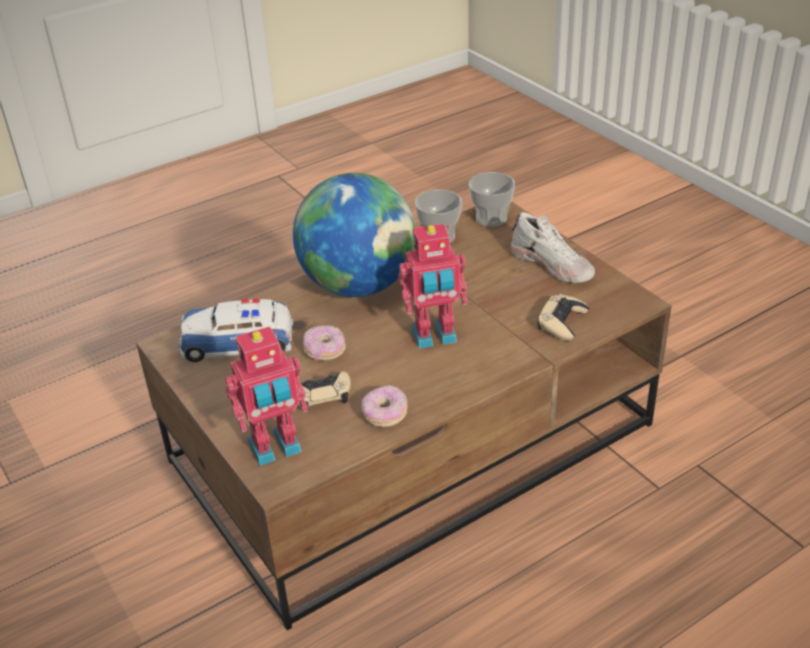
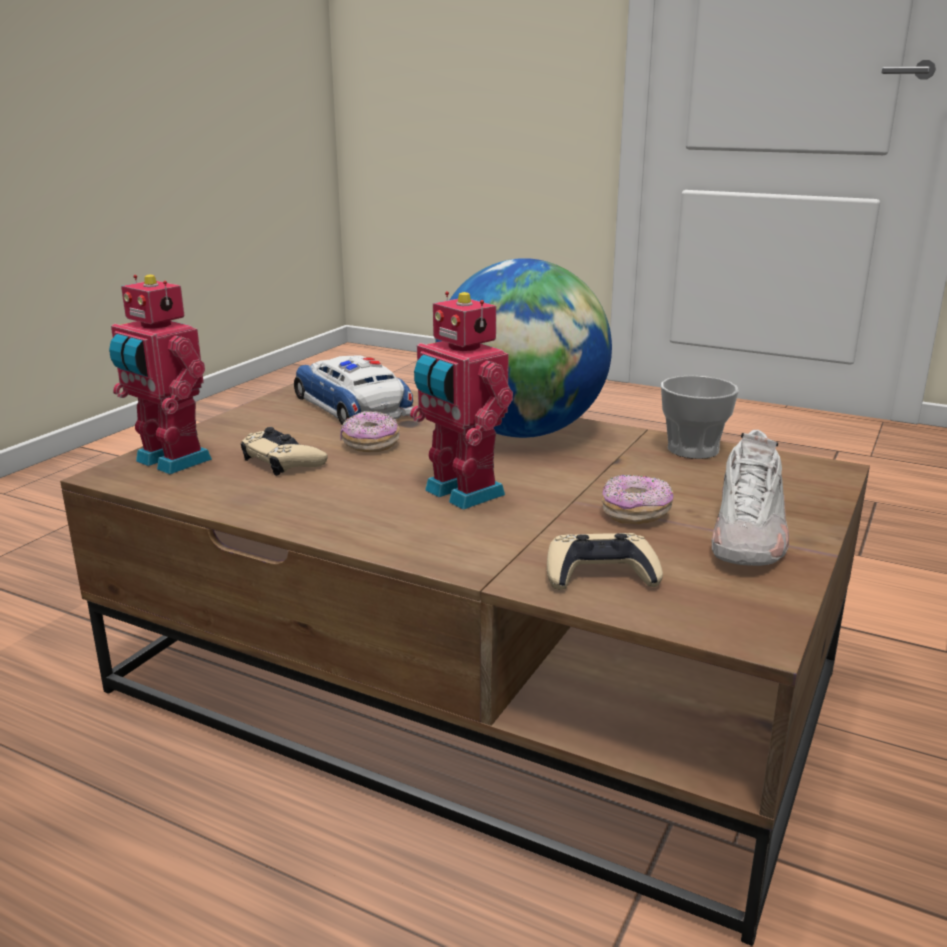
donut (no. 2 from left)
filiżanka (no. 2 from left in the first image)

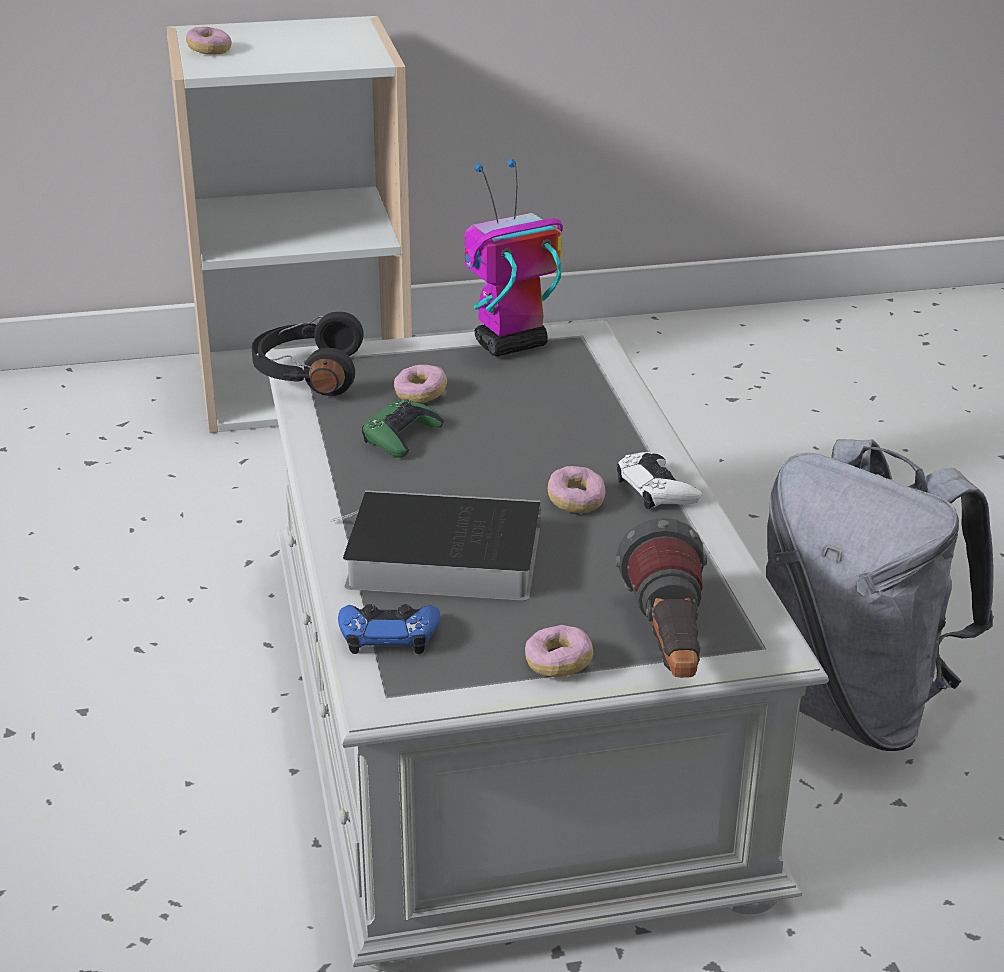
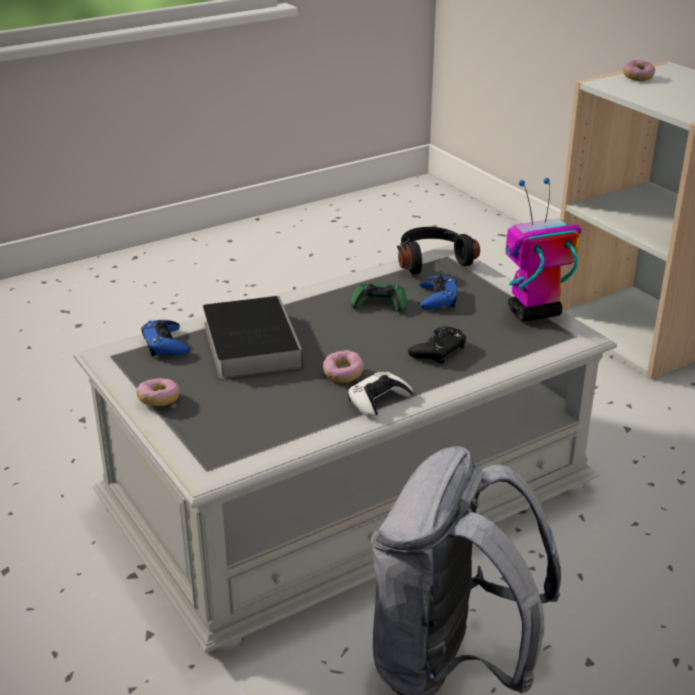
pad do gier (niebieski) (no. 2 from left)
robot zabawkowy
latarka
pad do gier (czarny)

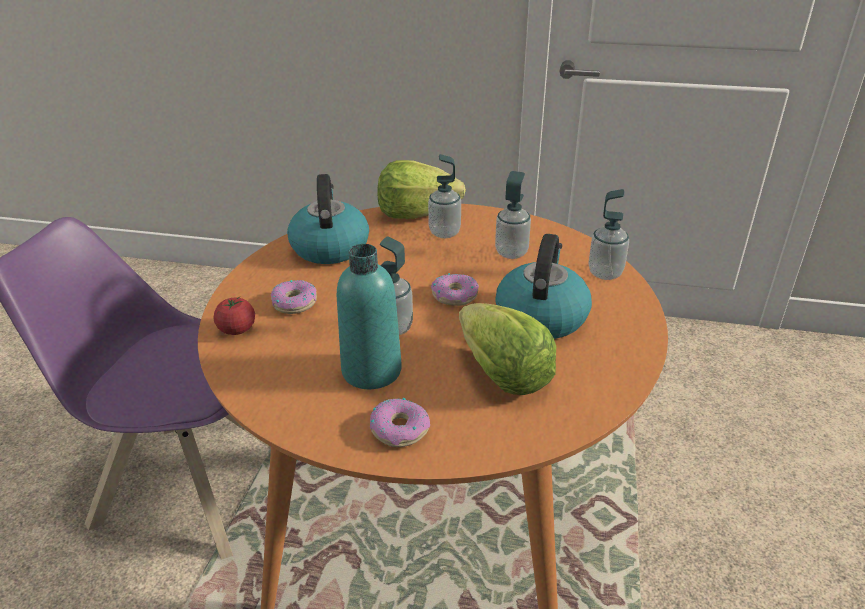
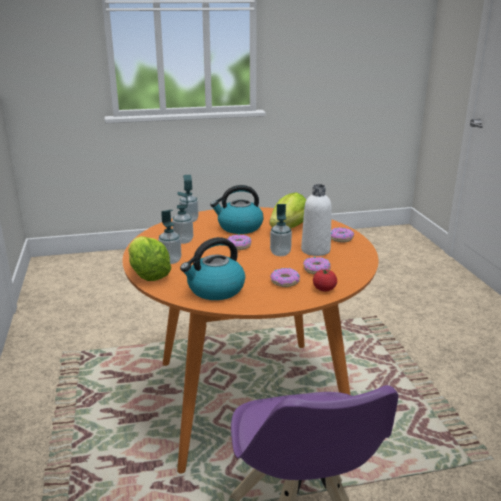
butelka (biały)
donut (no. 3 from left)

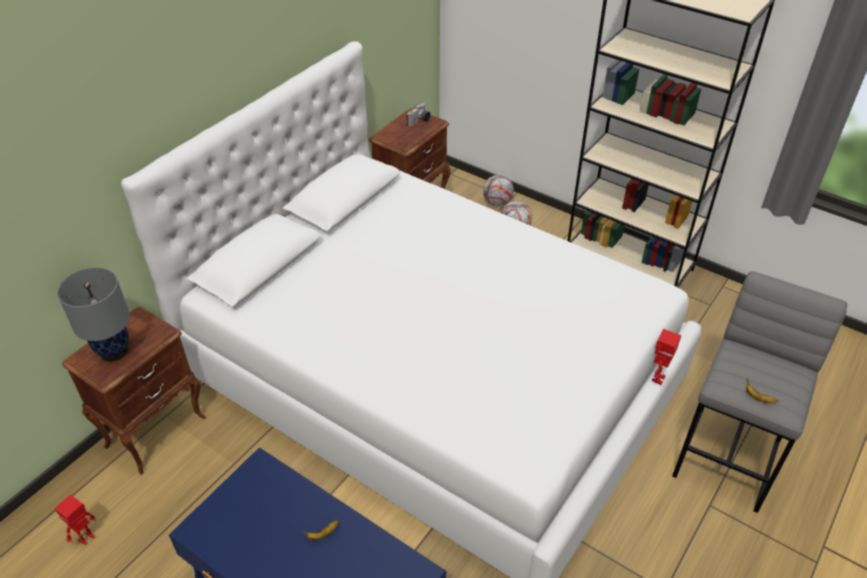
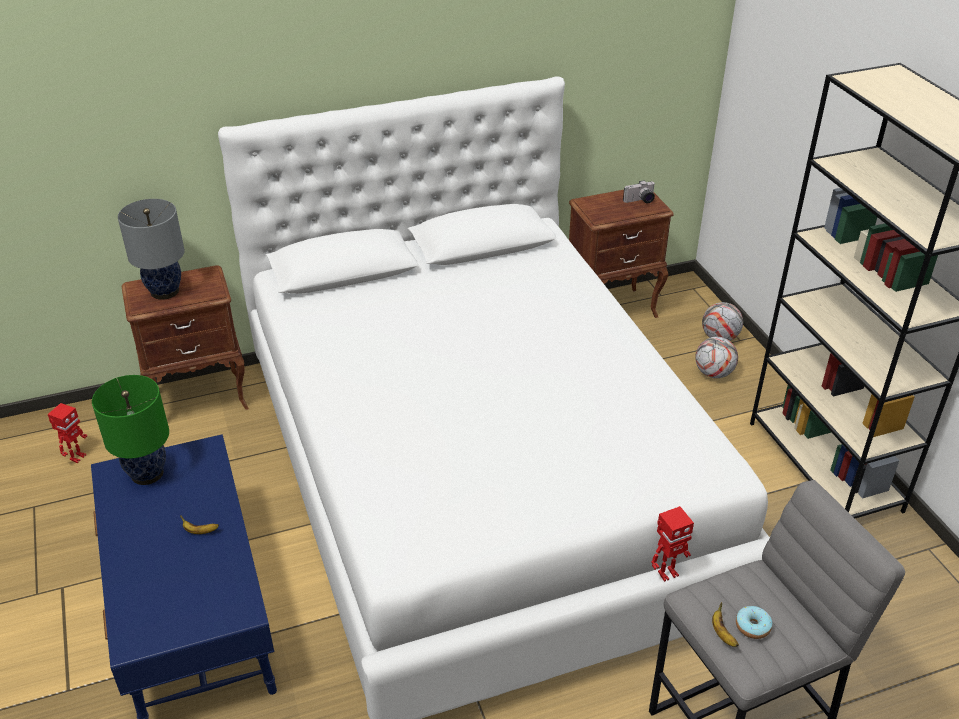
robot zabawkowy (no. 1 from left)
lampa stołowa (zielony)
donut

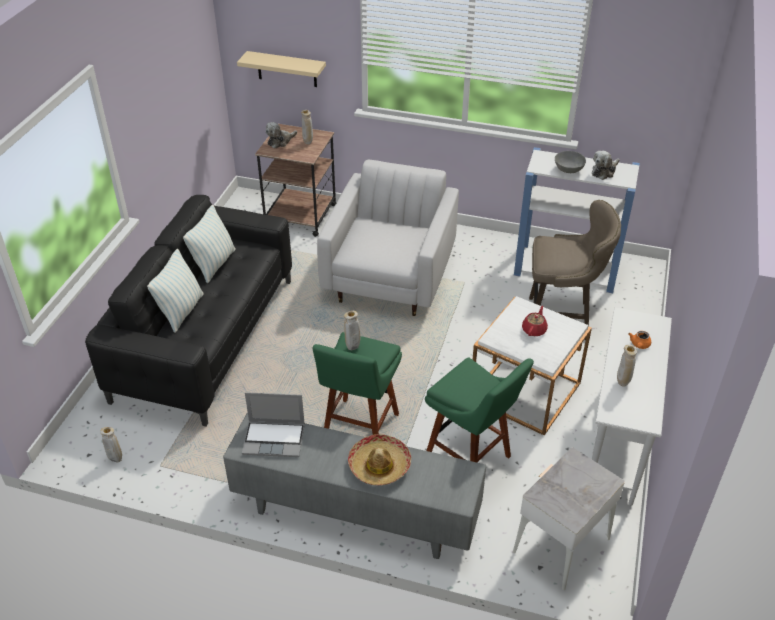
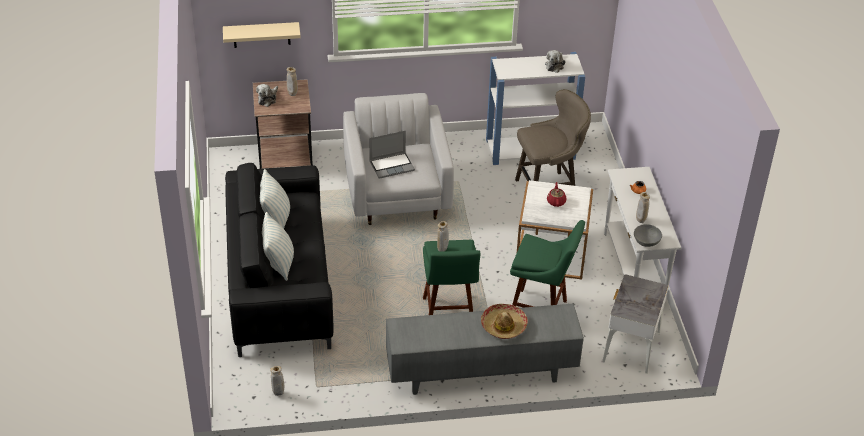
laptop
miska (szary)

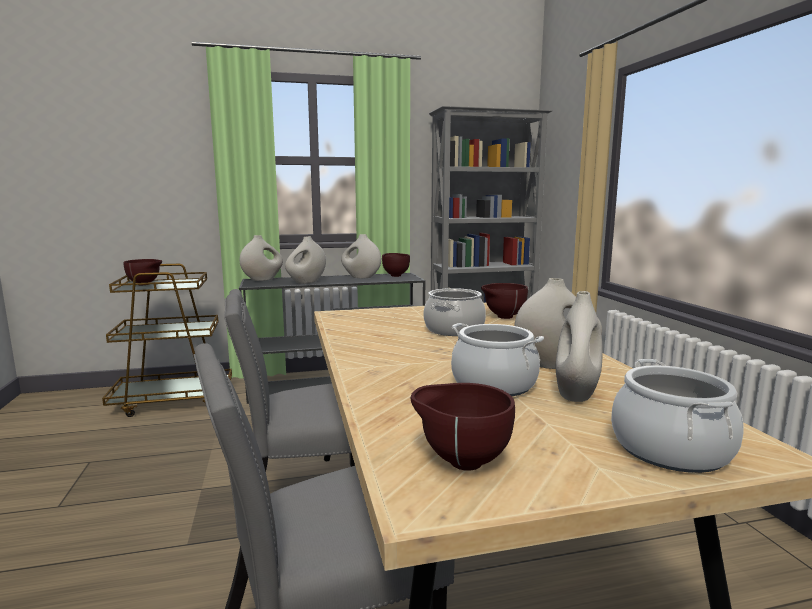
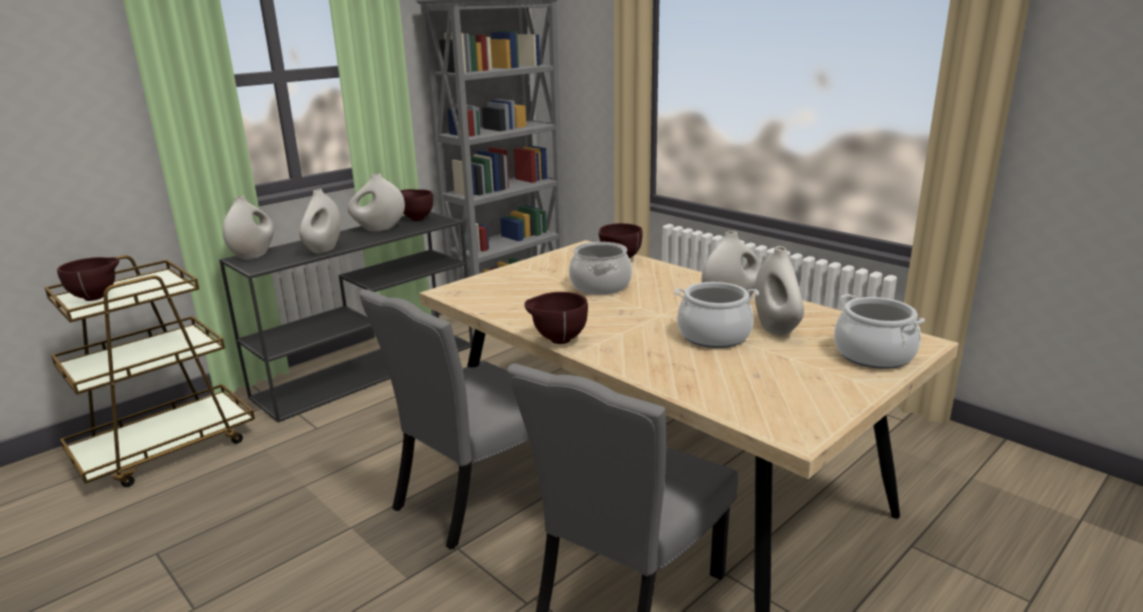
miska (brązowy) (no. 3 from left)

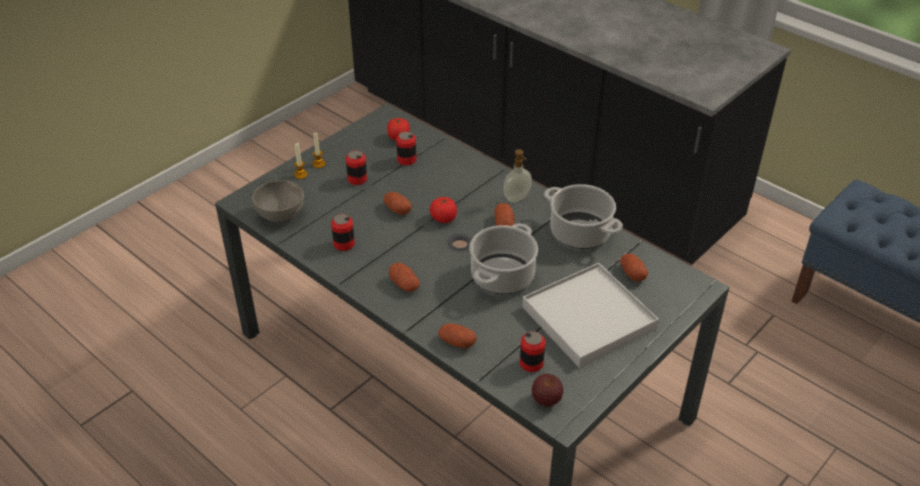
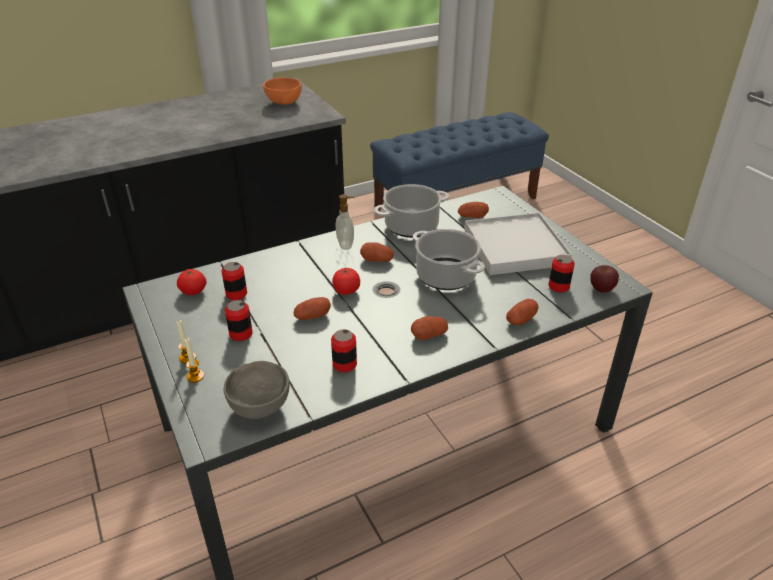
miska (pomarańczowy)

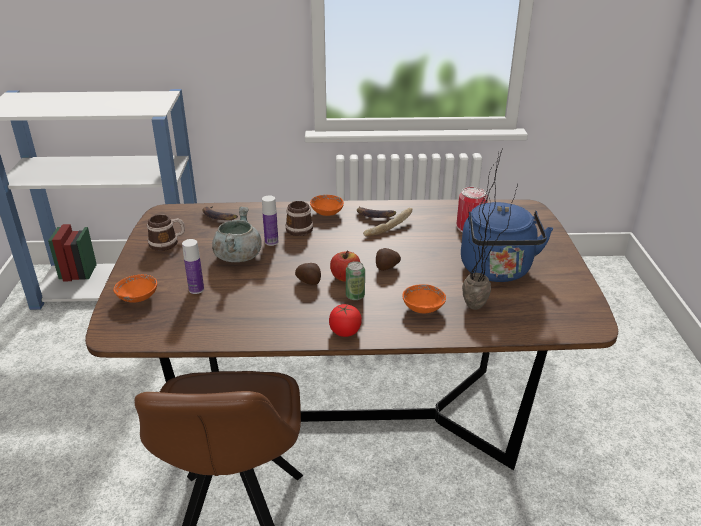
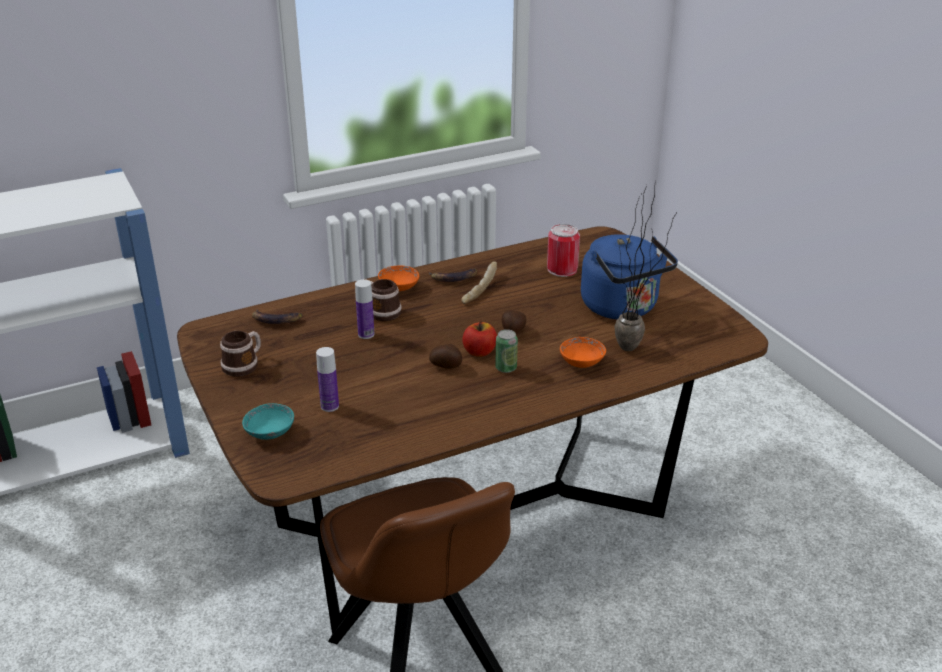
miska (turkusowy)
garnek (szary)
pomidor

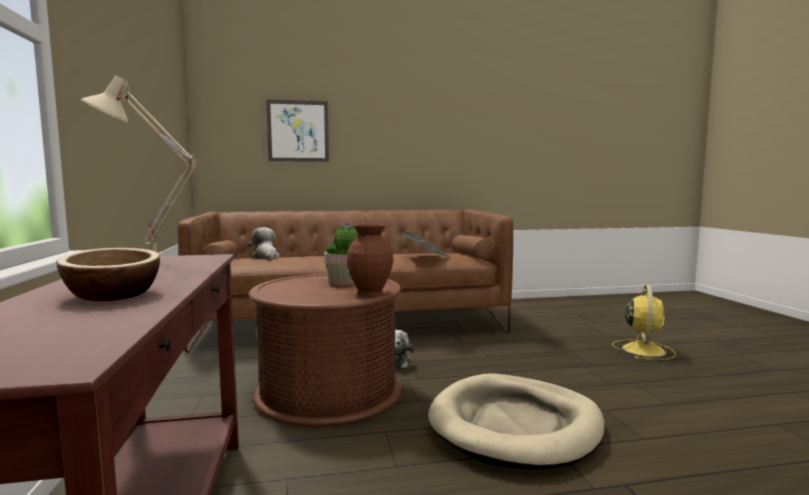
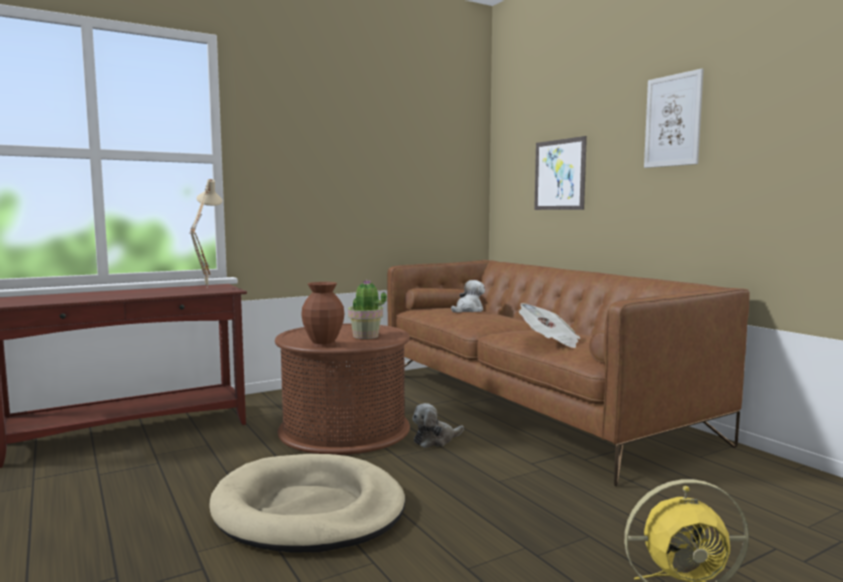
miska
obraz (no. 2 from left)

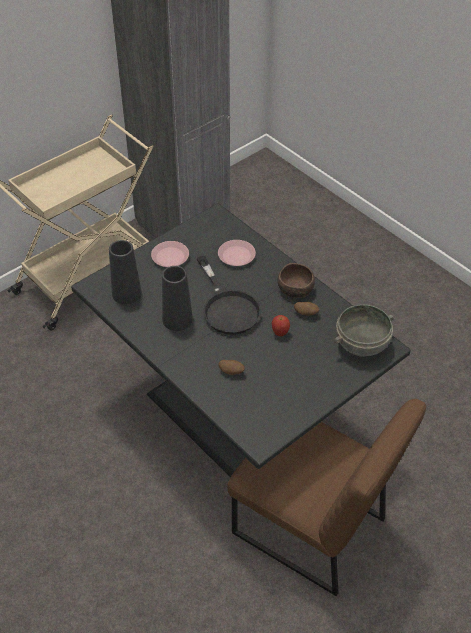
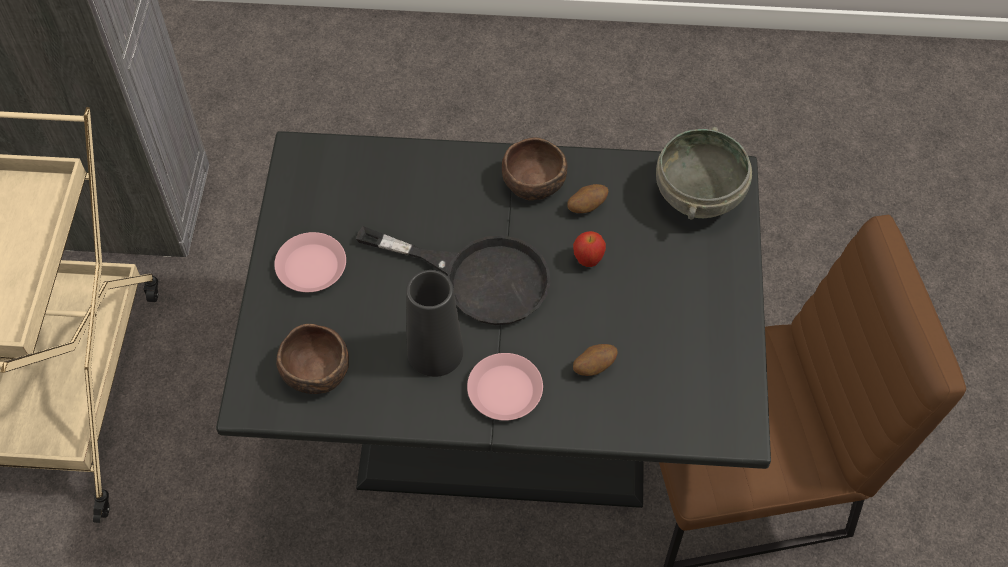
miska (brązowy) (no. 1 from left)
talerz (różowy) (no. 2 from left)

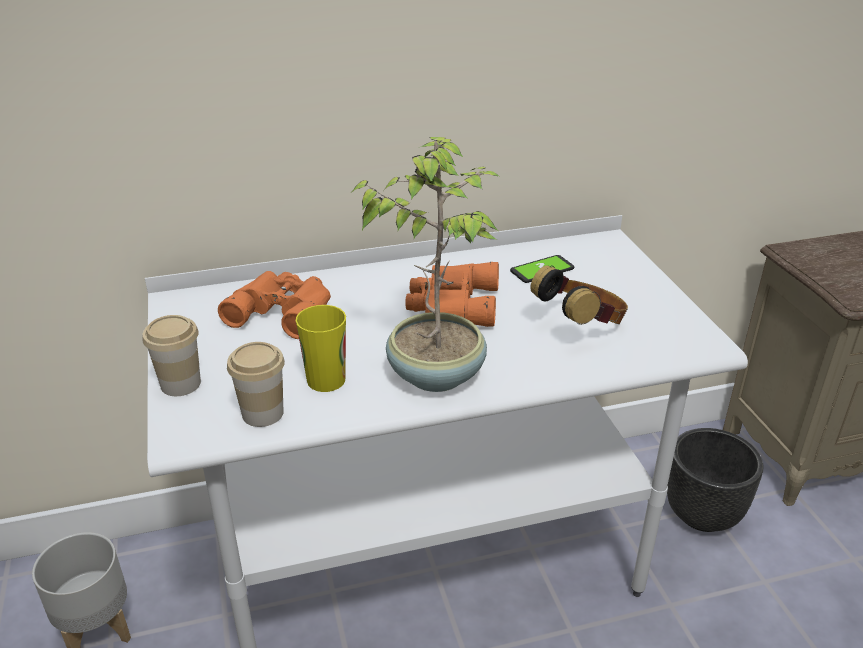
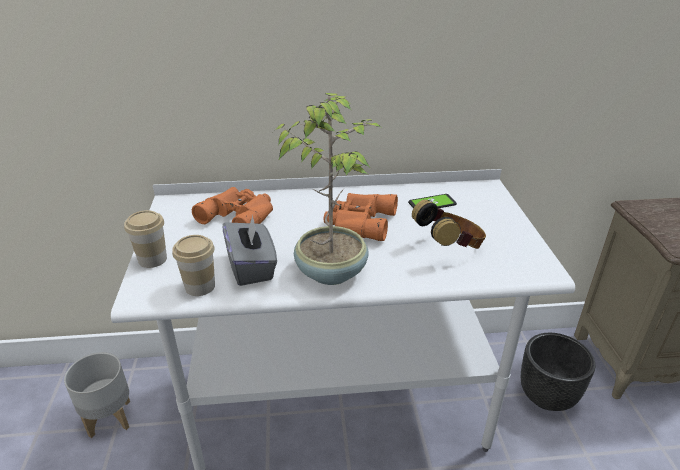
pudełko chusteczek (szary)

